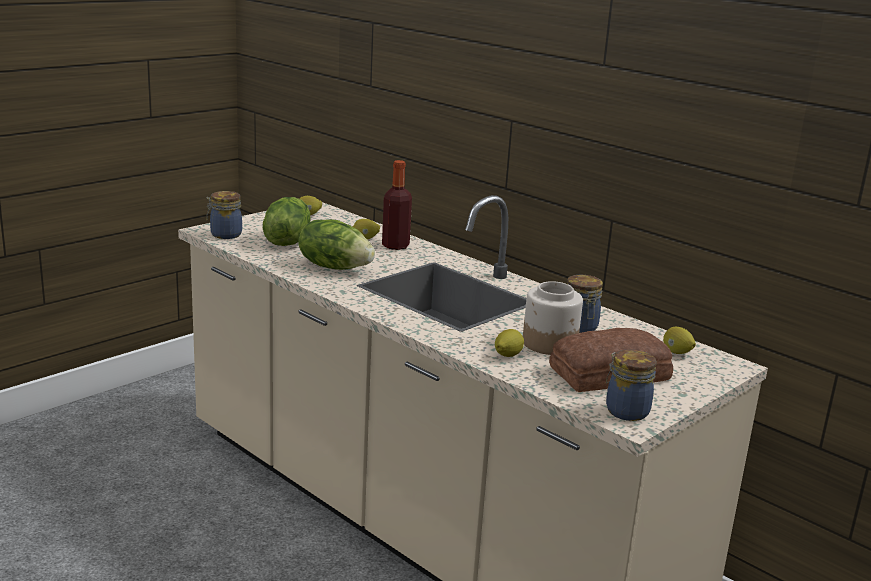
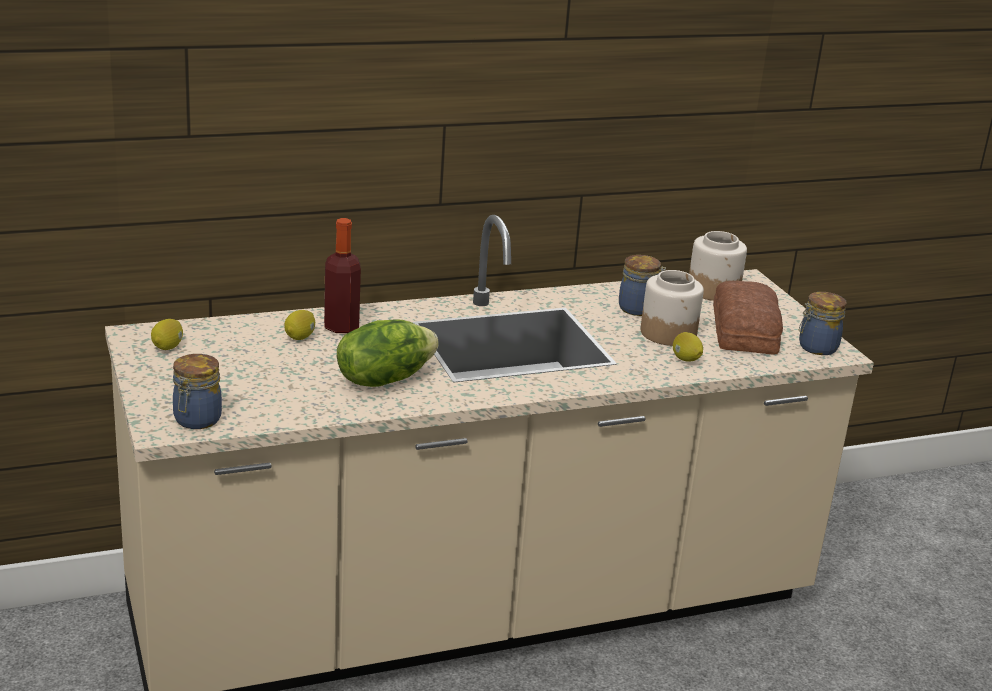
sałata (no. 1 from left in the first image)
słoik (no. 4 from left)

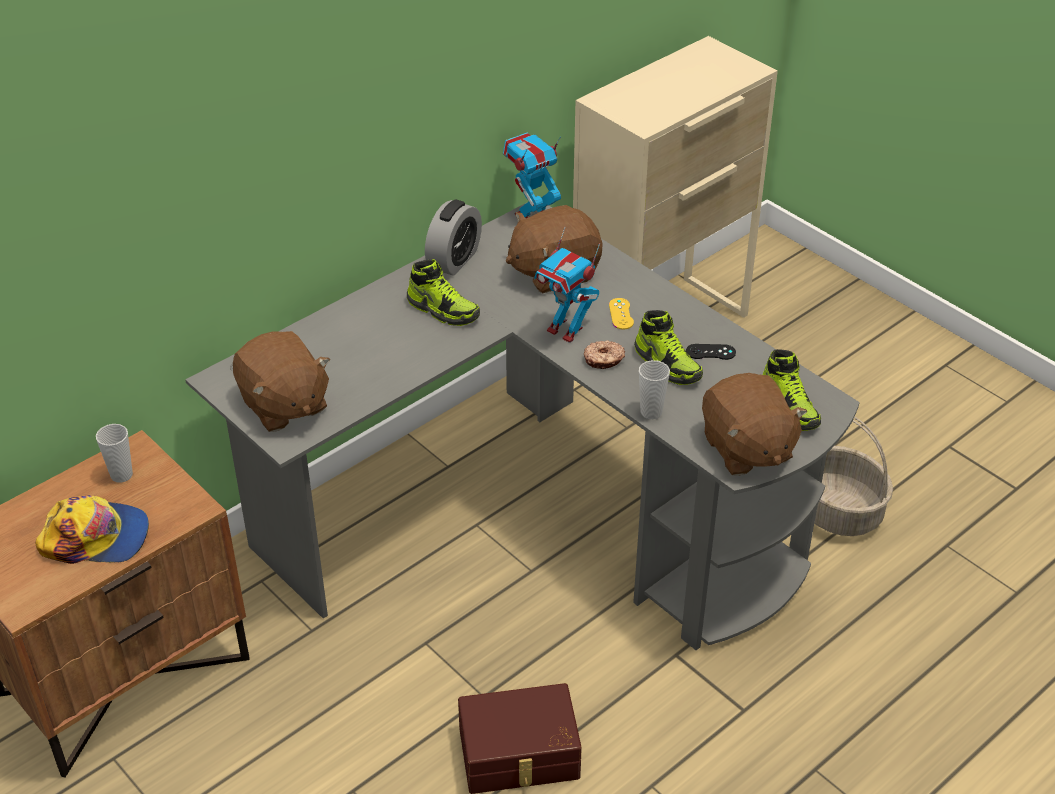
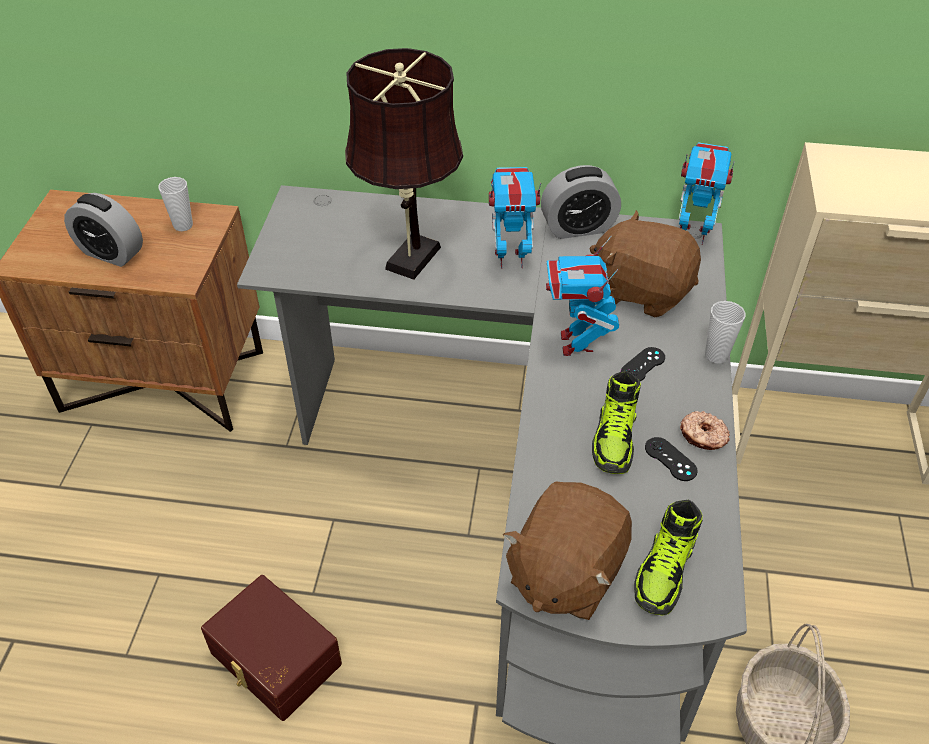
budzik (no. 1 from left)
pluszak (brązowy) (no. 1 from left in the first image)
robot zabawkowy (no. 1 from left)
donut
pad do gier (czarny) (no. 1 from left)
filiżanka (no. 2 from left)
lampa stołowa (brązowy)

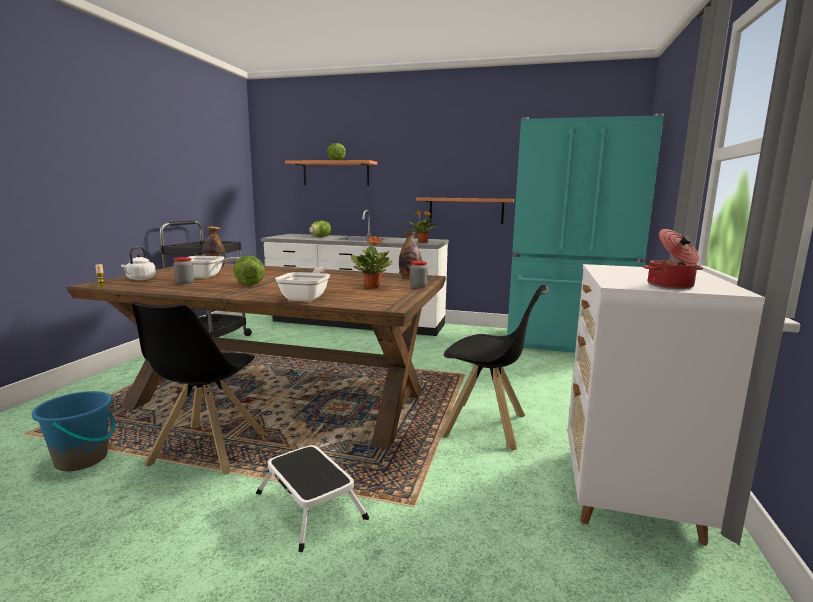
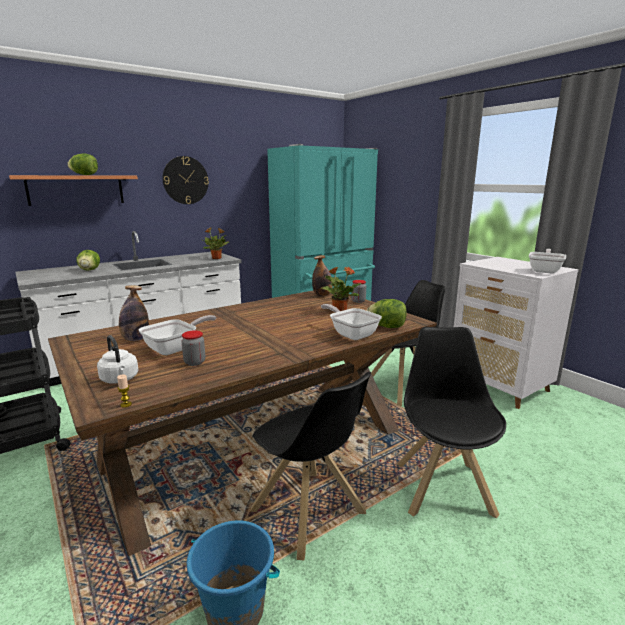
sałata (no. 3 from left)
krzesło (czarny) (no. 3 from left)
półka (no. 2 from left in the first image)
patelnia (no. 3 from left)
zegar ścienny

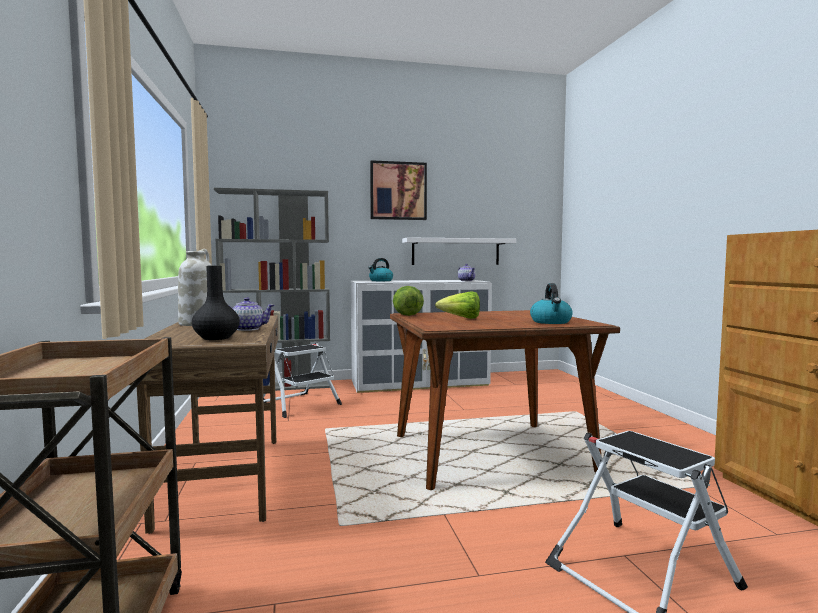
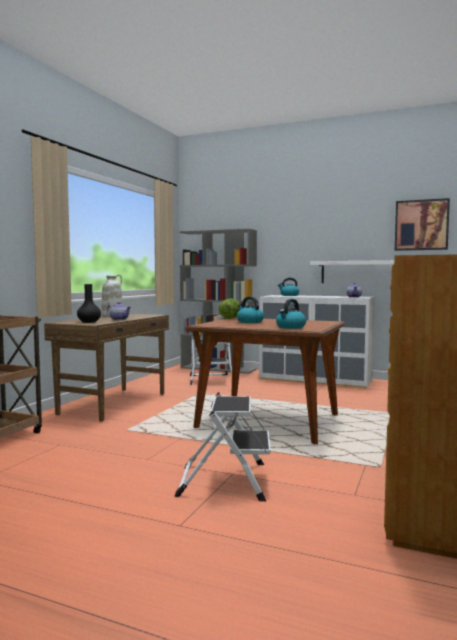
obraz
czajnik (no. 1 from left)

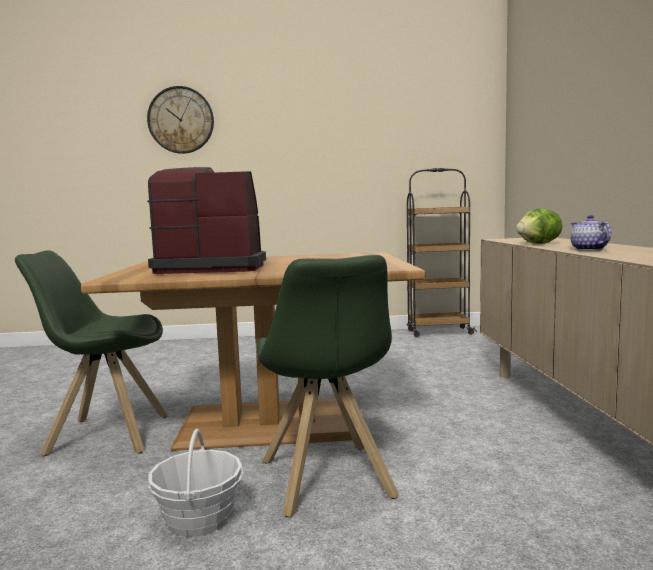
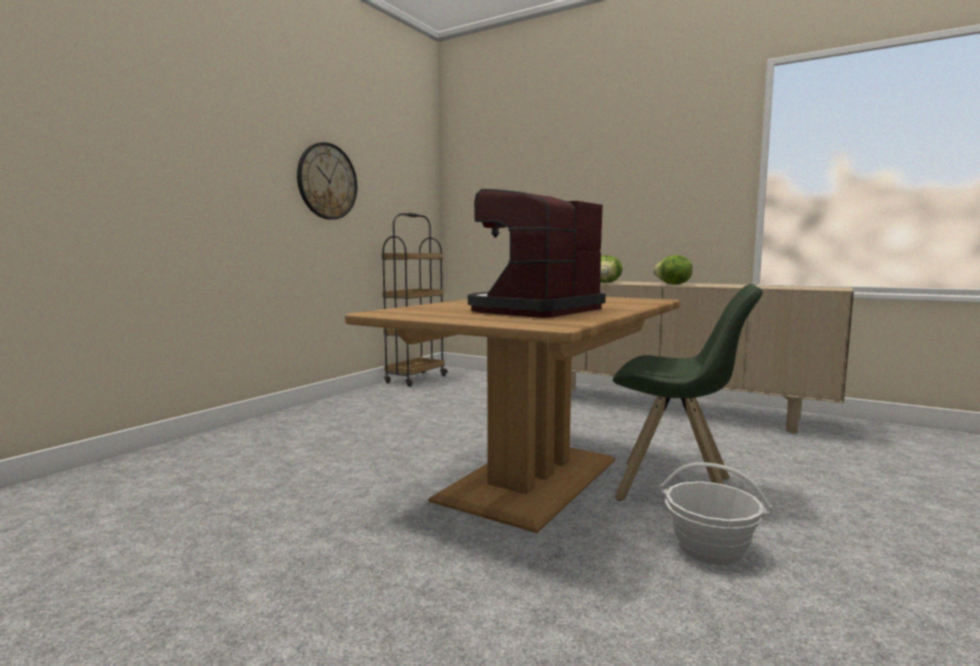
krzesło (zielony) (no. 1 from left in the first image)
zegar ścienny
sałata (no. 2 from left)

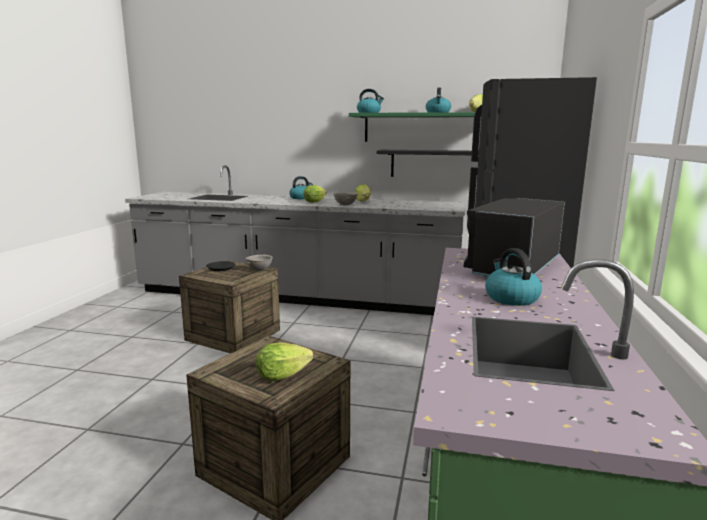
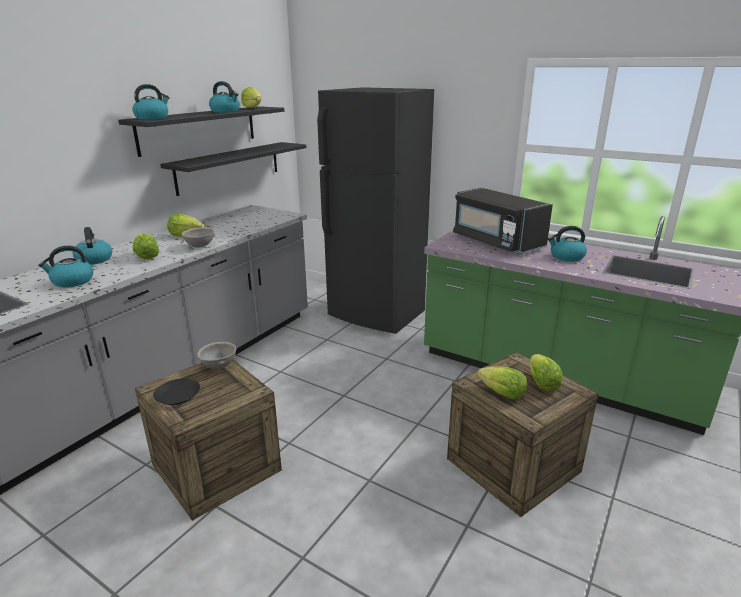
półka (czarny) (no. 1 from left)
czajnik (no. 1 from left)
sałata (no. 4 from left)

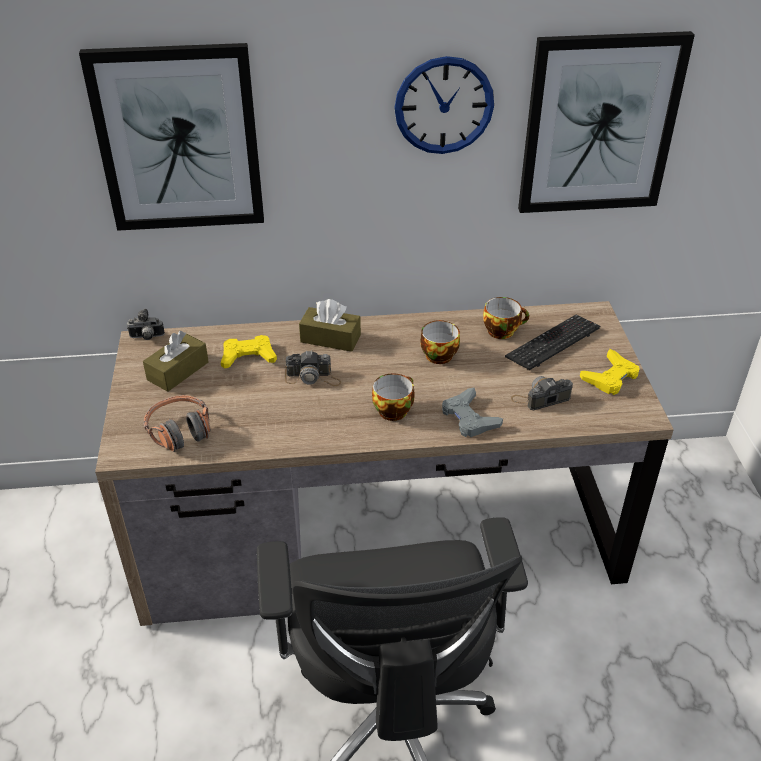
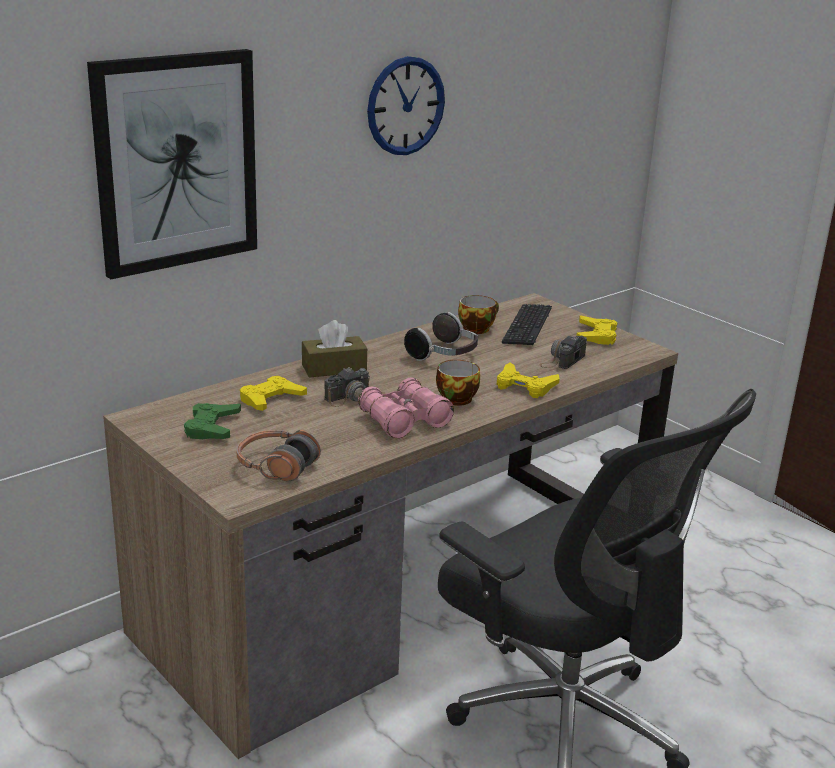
aparat fotograficzny (no. 1 from left in the first image)
pad do gier (zielony)
słuchawki (no. 2 from left)
pad do gier (żółty) (no. 2 from left)
obraz (no. 2 from left in the first image)
lornetka (różowy)

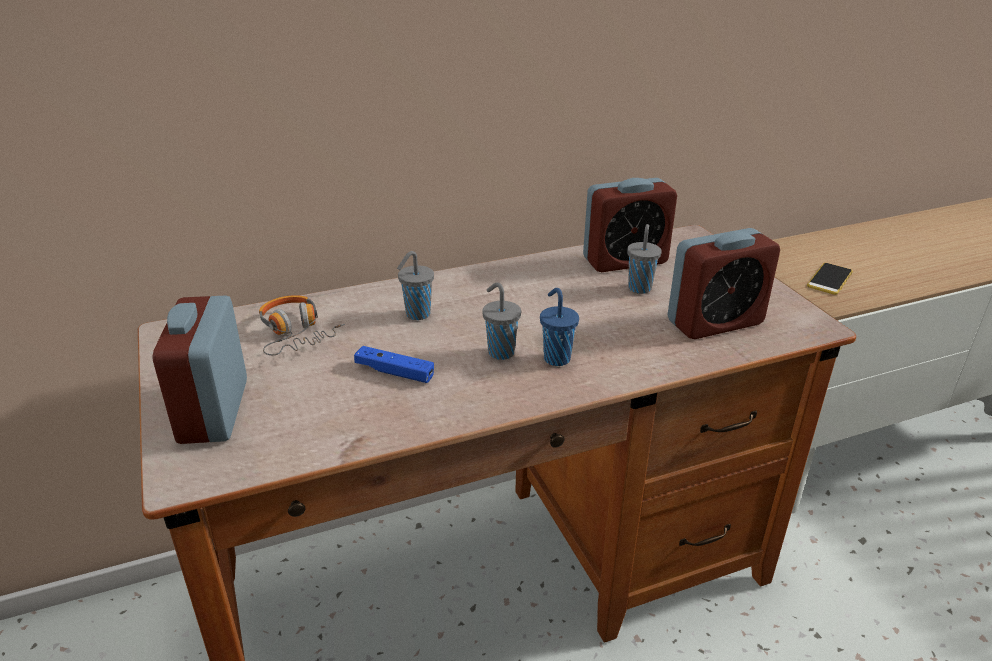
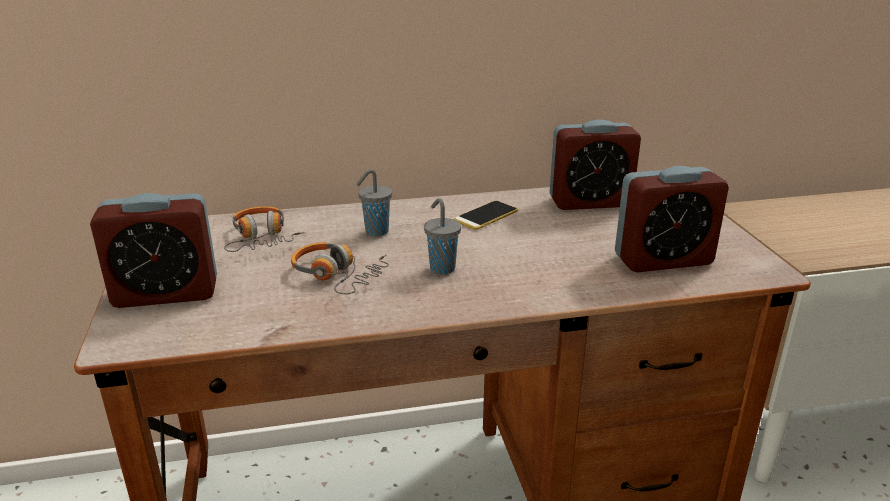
budzik (no. 1 from left)
słuchawki (no. 2 from left)
filiżanka (niebieski)
filiżanka (szary) (no. 3 from left in the first image)
telefon

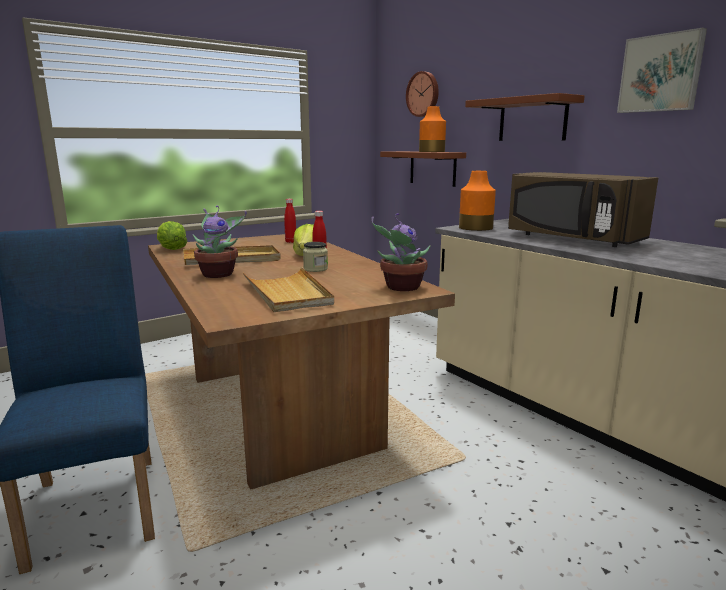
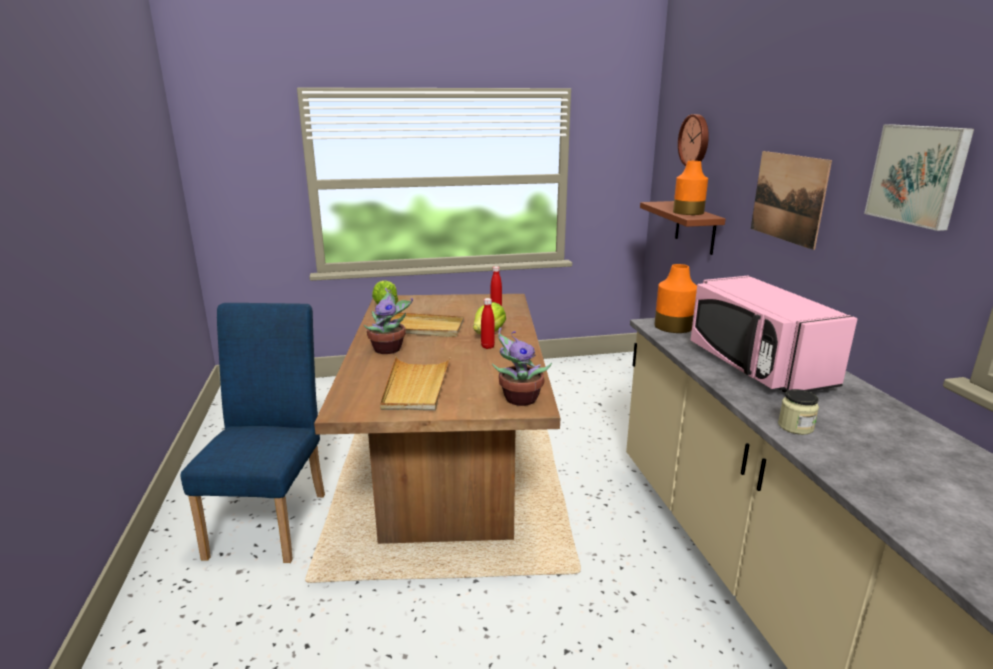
słoik
obraz (no. 1 from left)
mikrofalówka (różowy)

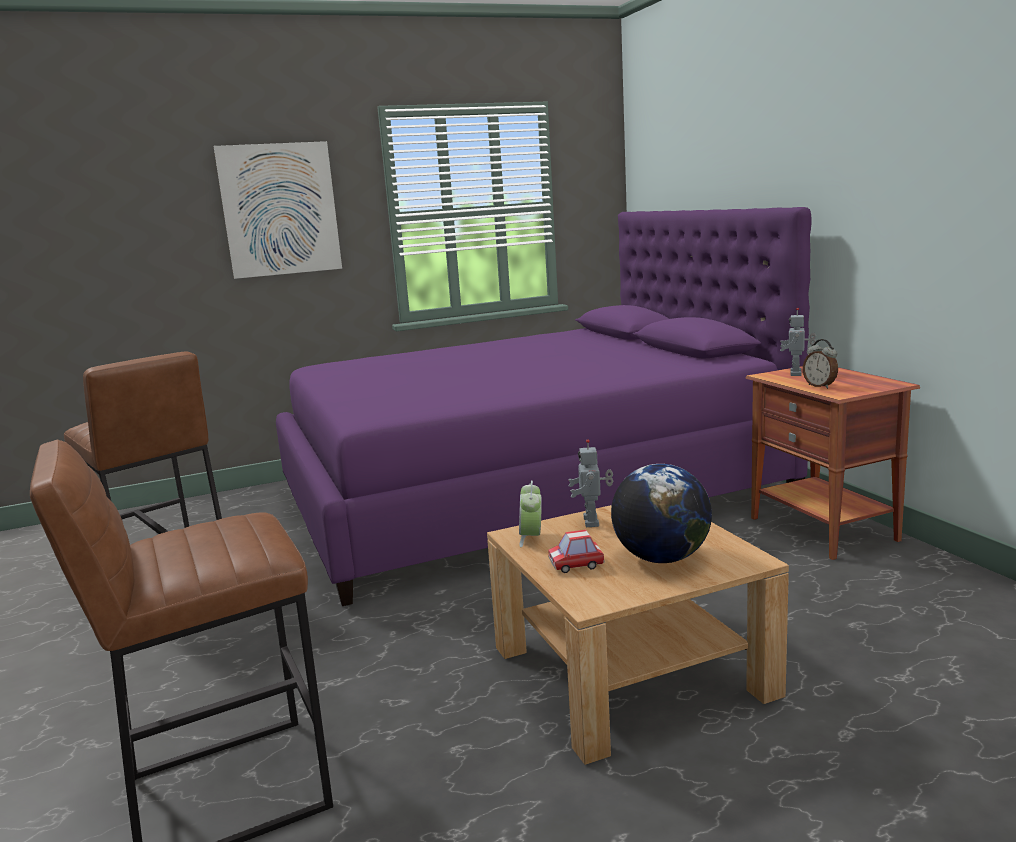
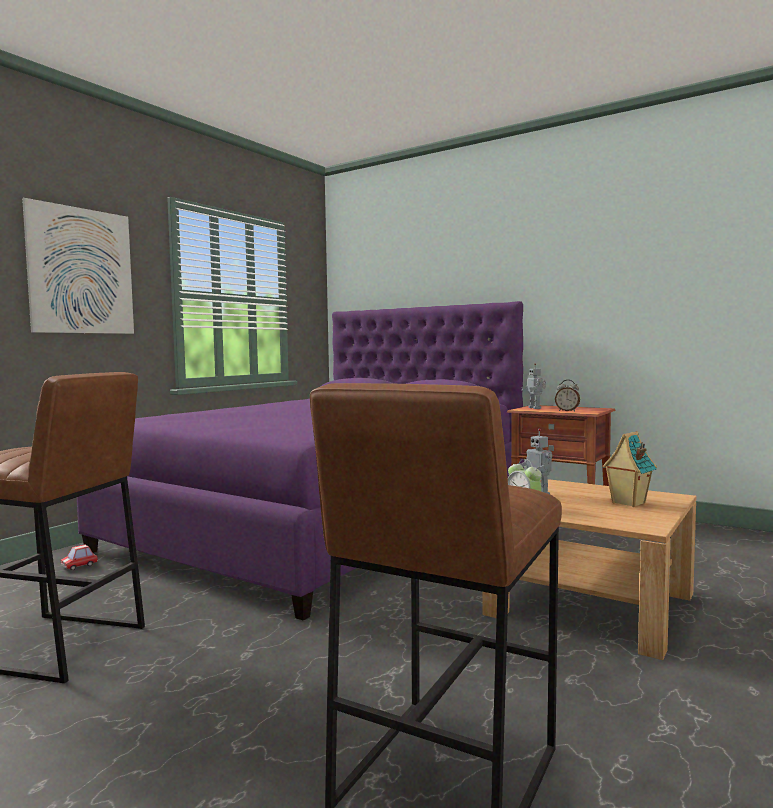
samochodzik
domek

